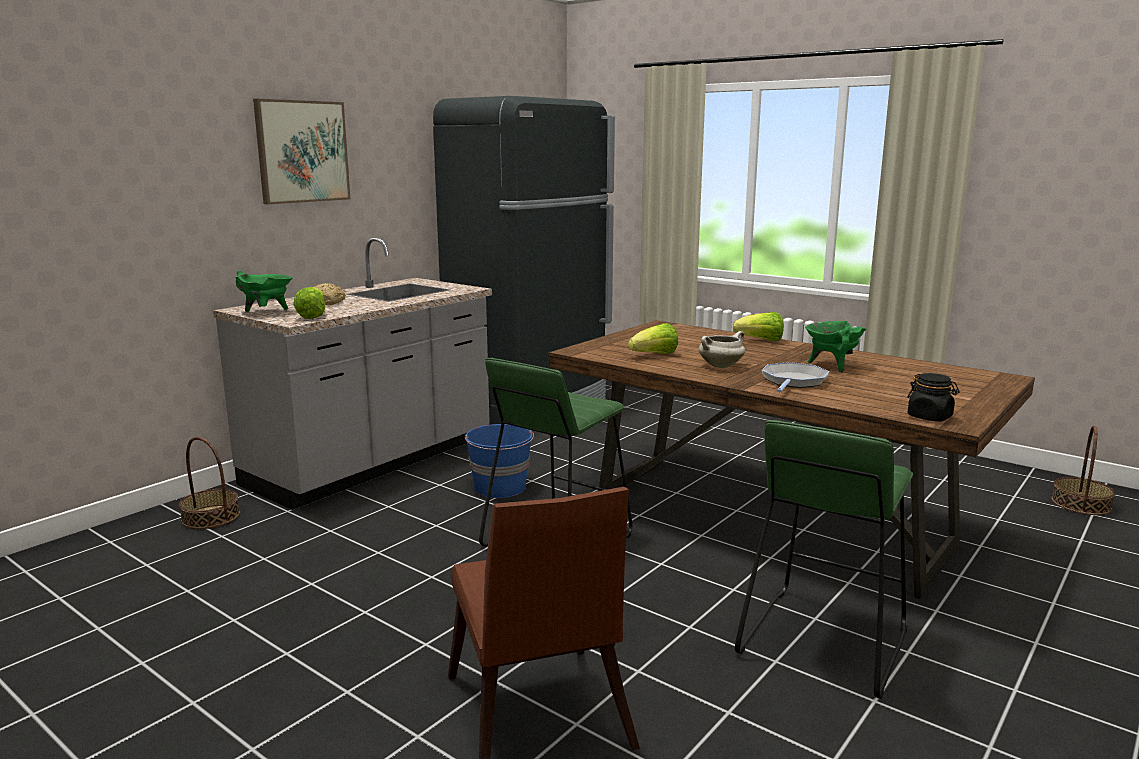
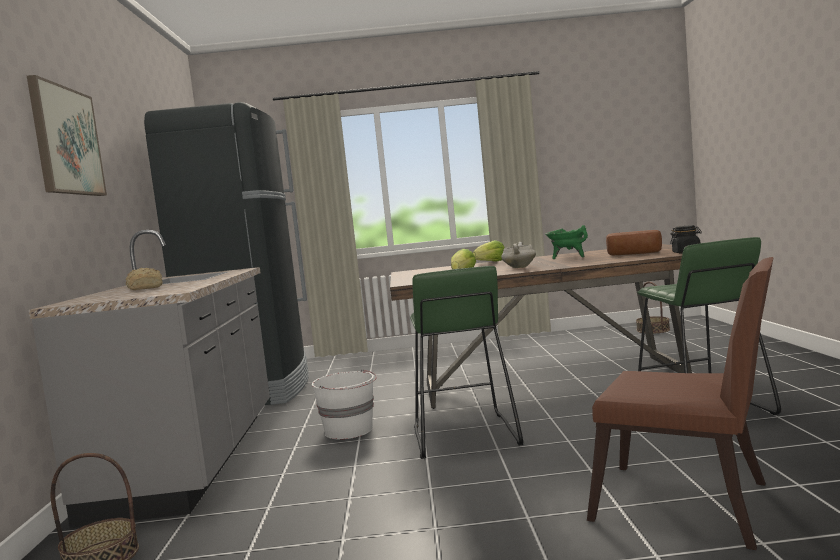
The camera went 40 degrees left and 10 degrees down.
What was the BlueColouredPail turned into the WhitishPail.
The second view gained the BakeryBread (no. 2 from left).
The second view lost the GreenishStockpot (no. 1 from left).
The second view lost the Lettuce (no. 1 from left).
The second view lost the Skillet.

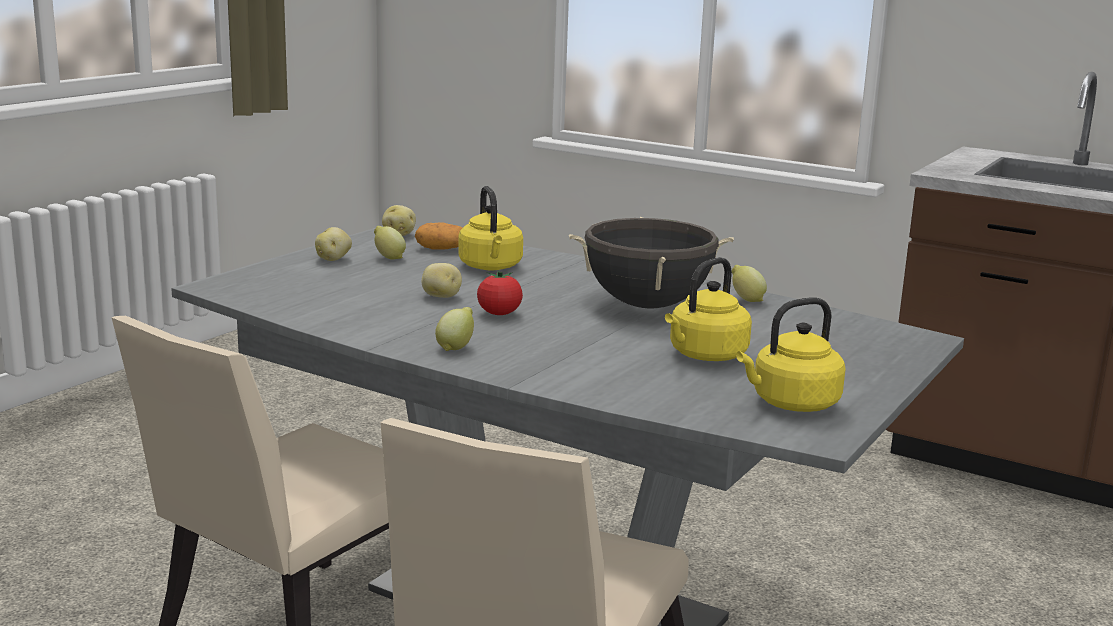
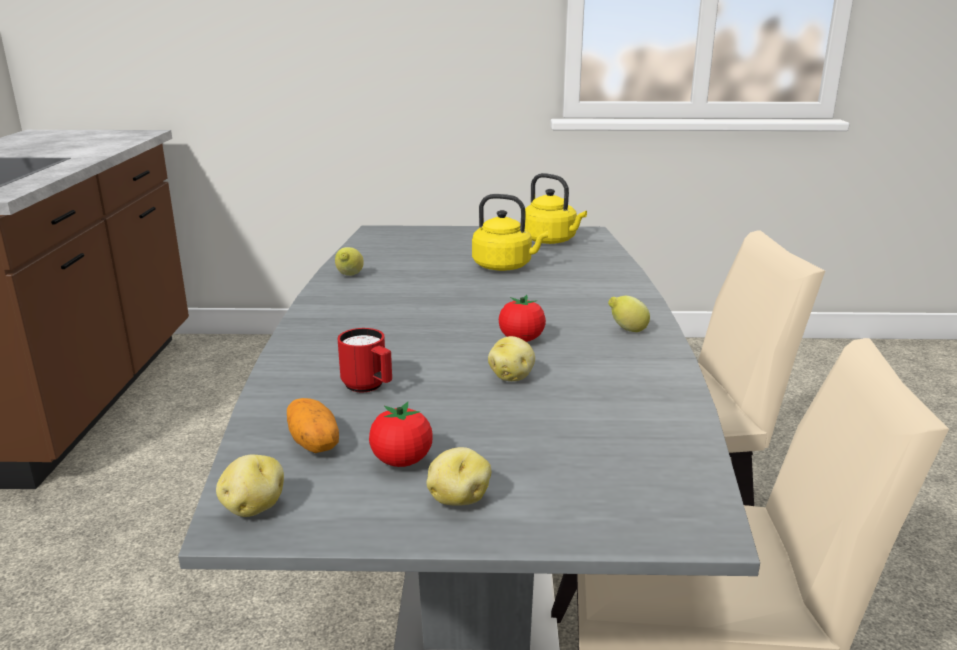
The camera went 120 degrees left and 5 degrees up.
Where the YellowishWaterKettle (no. 1 from left) stood, the ReddishCoffeeMug came to stand.
Where the Lemon (no. 1 from left) stood, the Tomato (no. 1 from left) came to stand.
The second view lost the BlackStockpot.

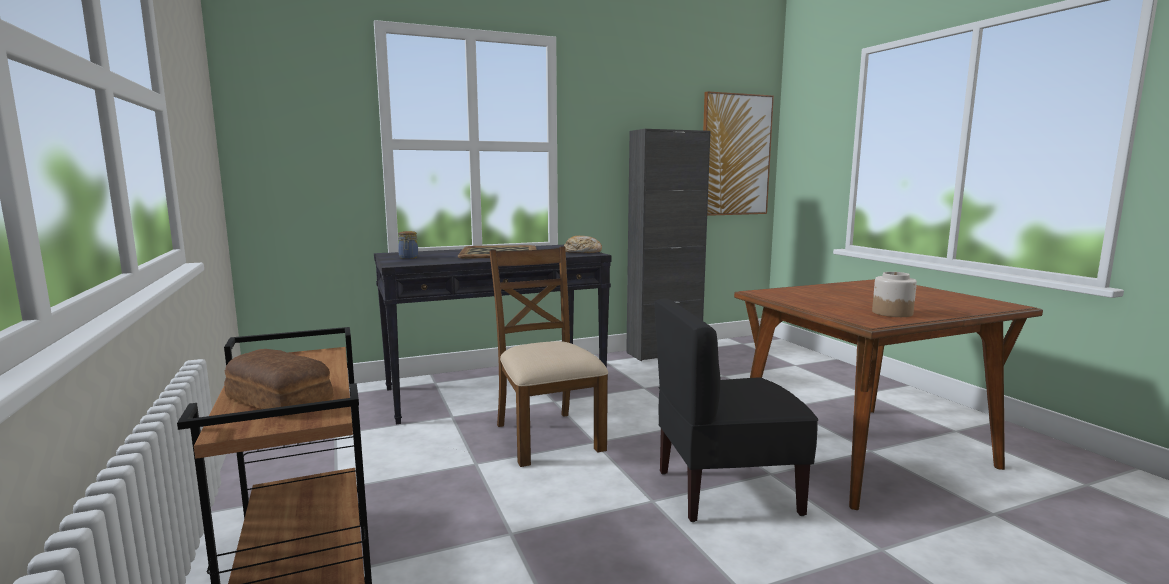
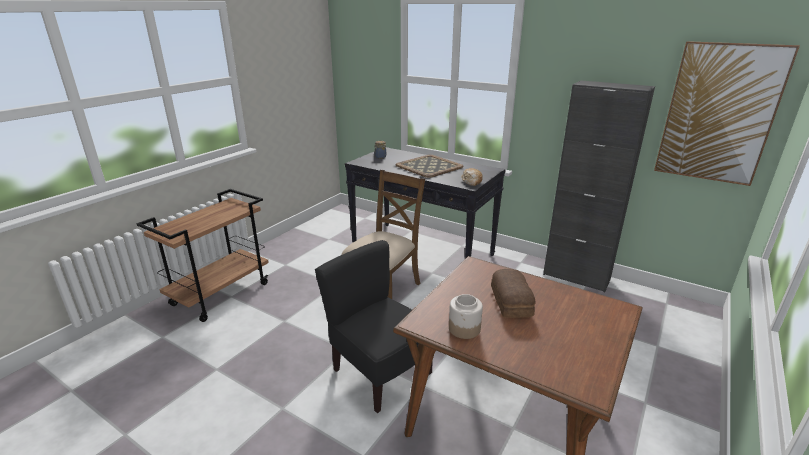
The camera went 55 degrees right and 15 degrees up.
The BakeryBread (no. 1 from left in the first image) ended up elsewhere.

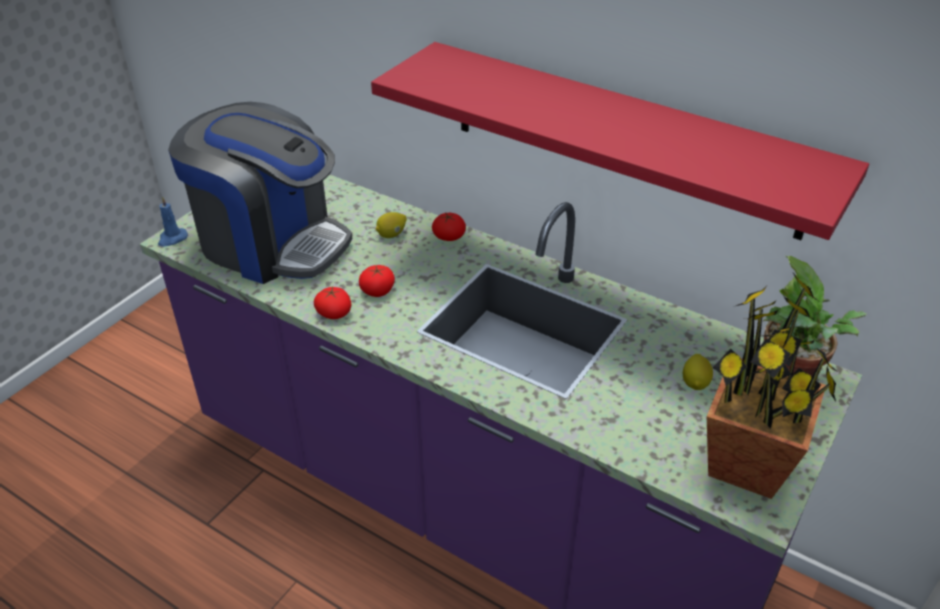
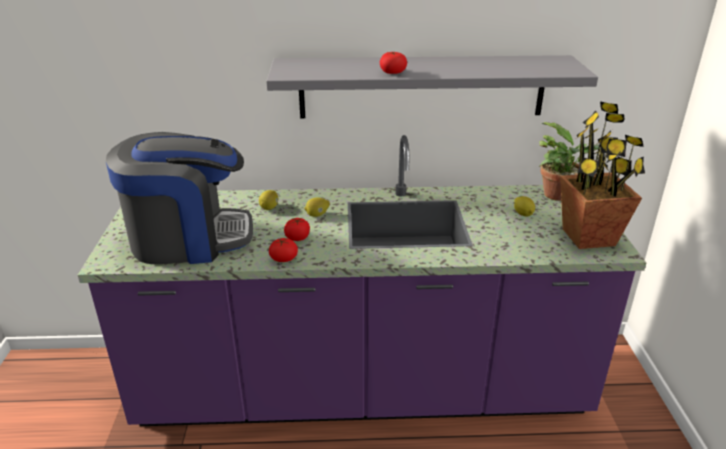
The camera went 35 degrees left and 10 degrees down.
What was the ReddishBracketShelf turned into the GreyBracketShelf.
The second view gained the Lemon (no. 2 from left).
The Tomato (no. 3 from left) ended up elsewhere.
The second view lost the BlueColouredWaxCandle.

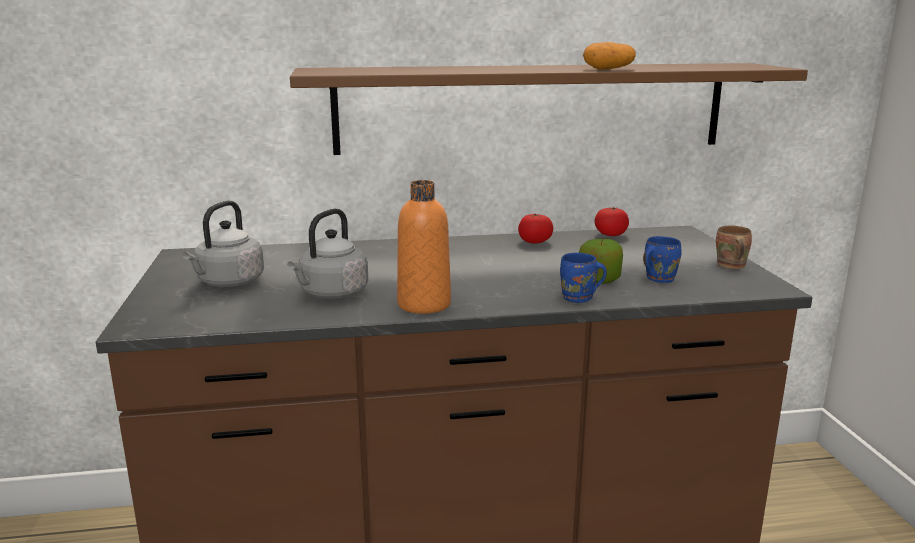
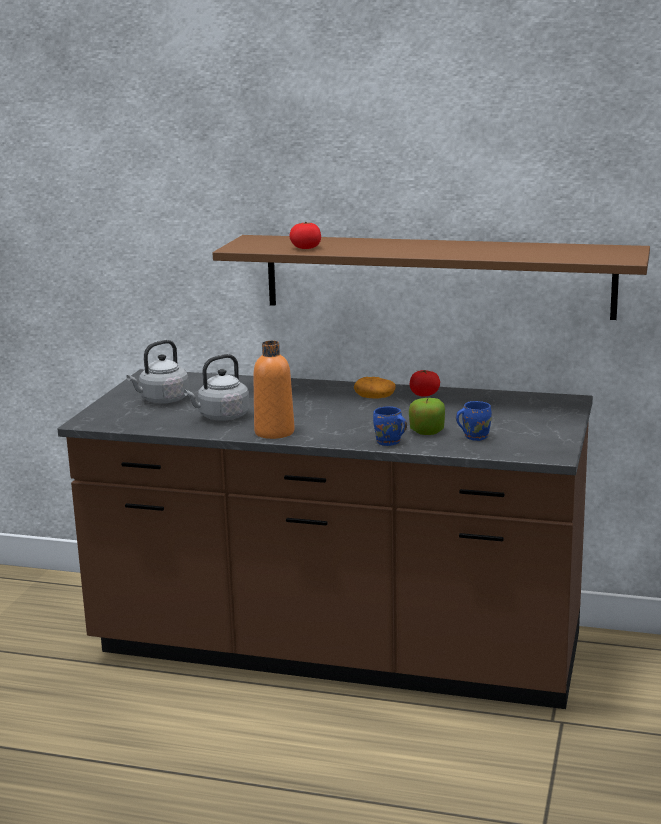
The camera went 25 degrees right and 0 degrees up.
The Tomato (no. 2 from left in the first image) ended up elsewhere.
The Potato ended up elsewhere.
The second view lost the BrownCoffeeMug.

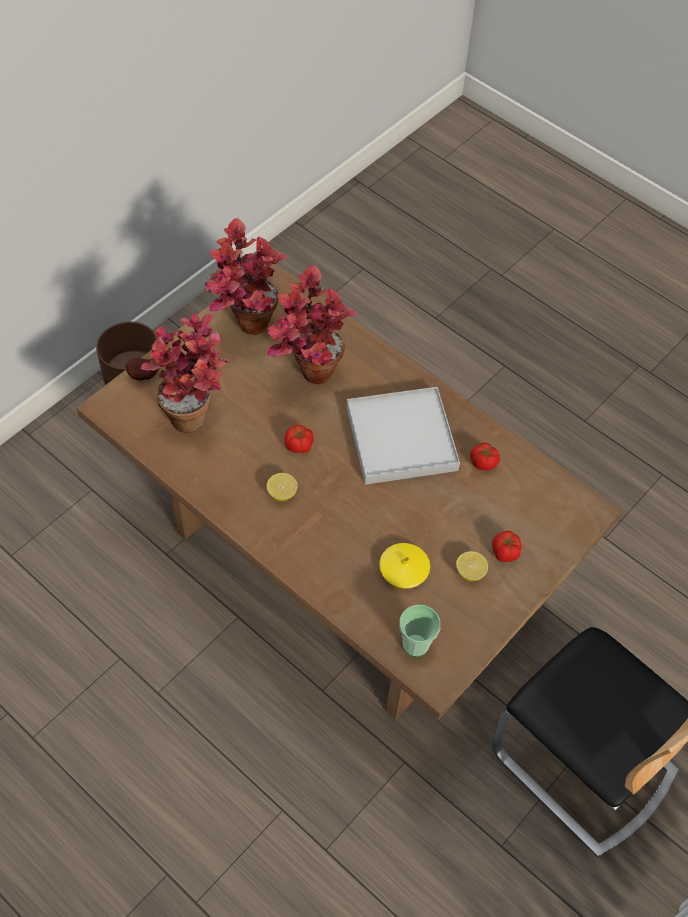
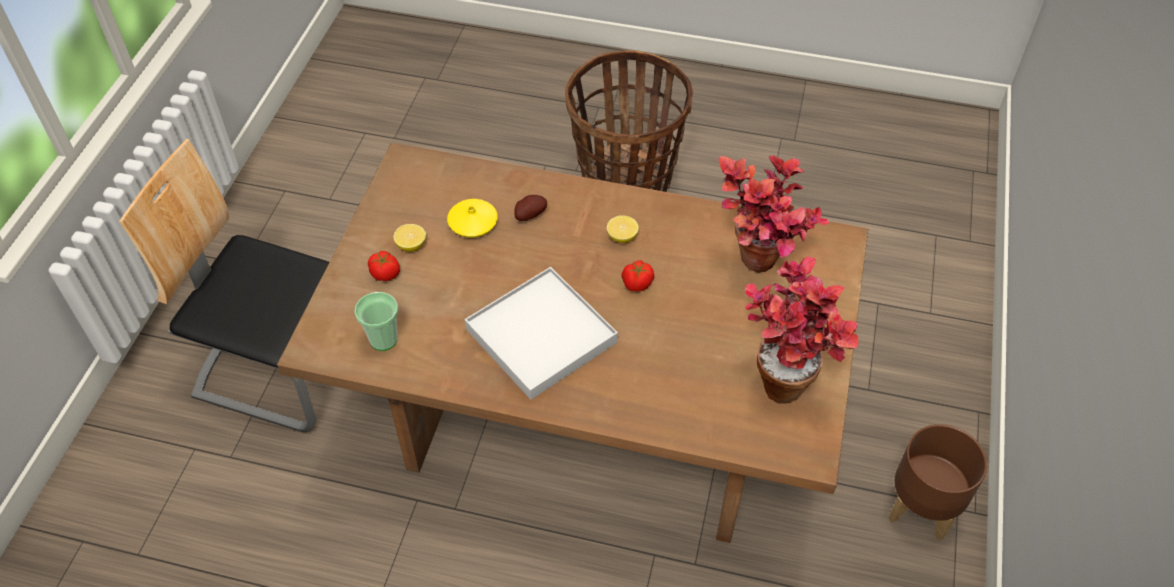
The camera went 155 degrees right and 5 degrees down.
The DrinkingCup ended up elsewhere.
The Potato ended up elsewhere.
The second view gained the StorageBasket.
The second view lost the Houseplant (no. 3 from left).
The second view lost the Tomato (no. 2 from left).

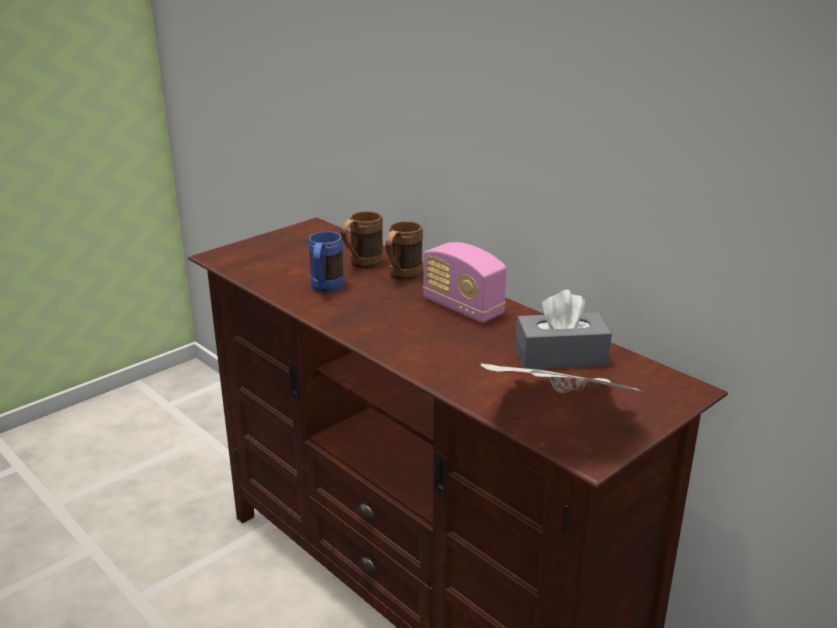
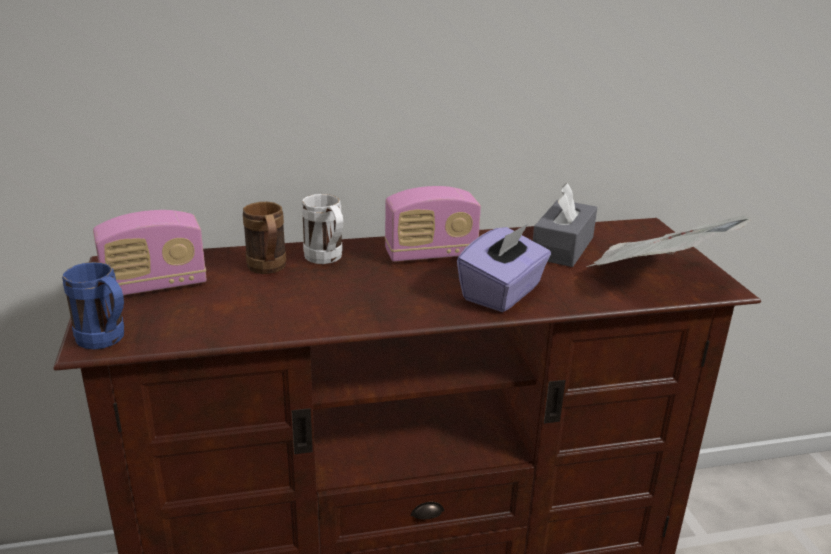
The camera went 60 degrees left and 0 degrees up.
The BlueColouredCoffeeMug ended up elsewhere.
The second view gained the RadioReceiver (no. 1 from left).
What was the BrownCoffeeMug (no. 2 from left) turned into the WhitishCoffeeMug.
The second view gained the PurpleColouredTissueBox.

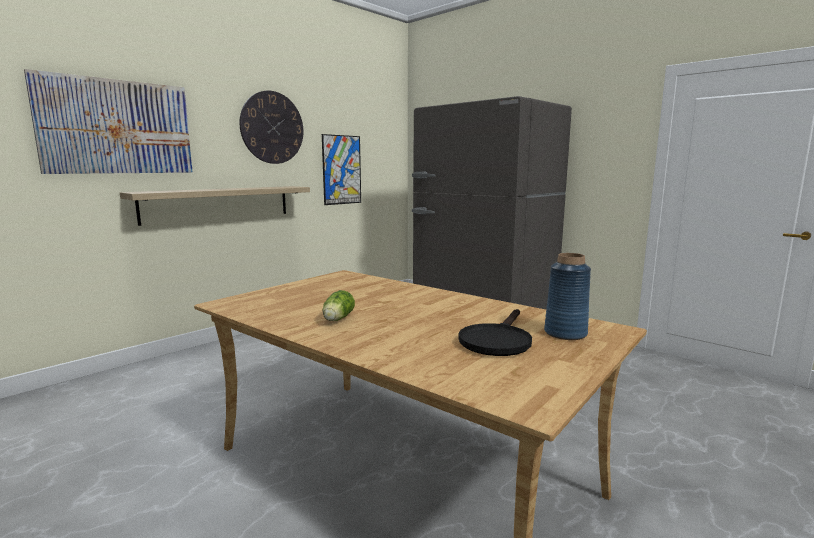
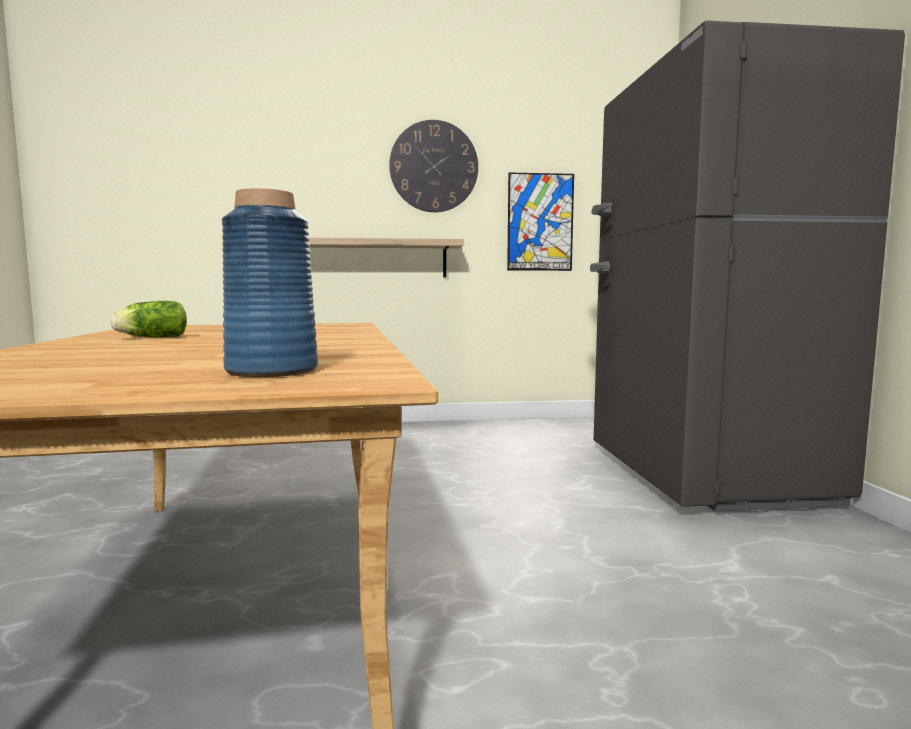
The camera went 40 degrees right and 5 degrees down.
The second view lost the WallArt (no. 1 from left).
The second view lost the BlackSkillet.

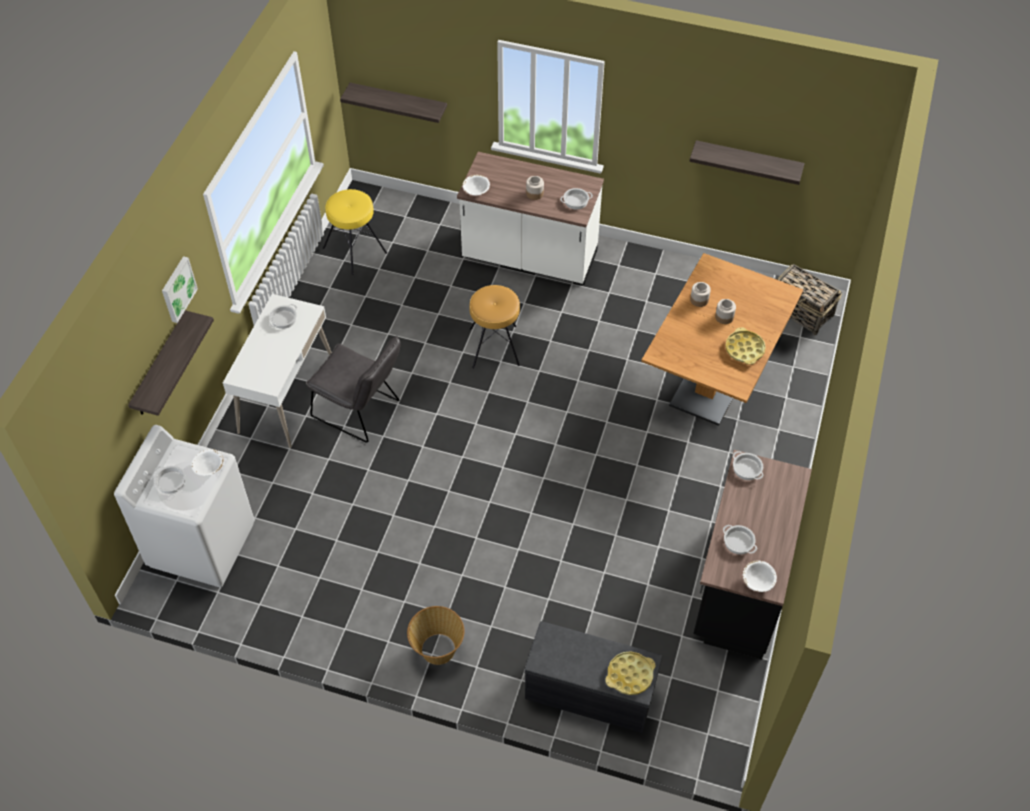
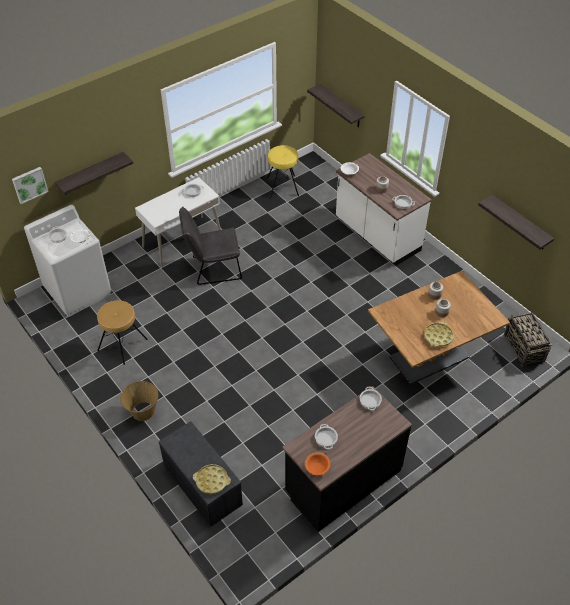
The camera went 35 degrees right and 5 degrees down.
The WallArt ended up elsewhere.
The BrownStool ended up elsewhere.
The GreyChair ended up facing another way, 105 degrees clockwise from before.
What was the WhitishServingBowl (no. 3 from left) turned into the OrangeServingBowl.

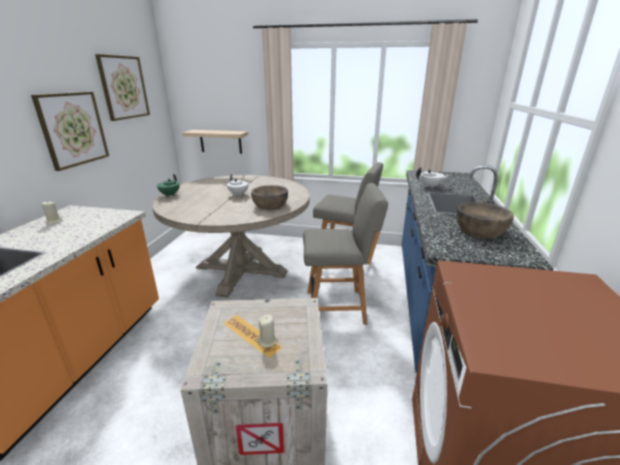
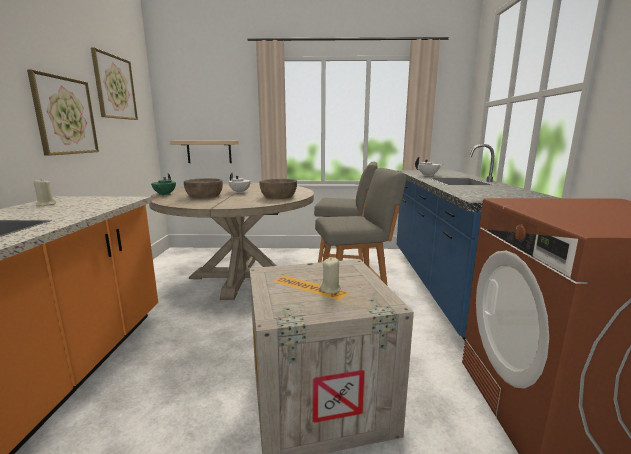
The camera went 10 degrees left and 10 degrees down.
The BrownServingBowl (no. 2 from left in the first image) ended up elsewhere.

